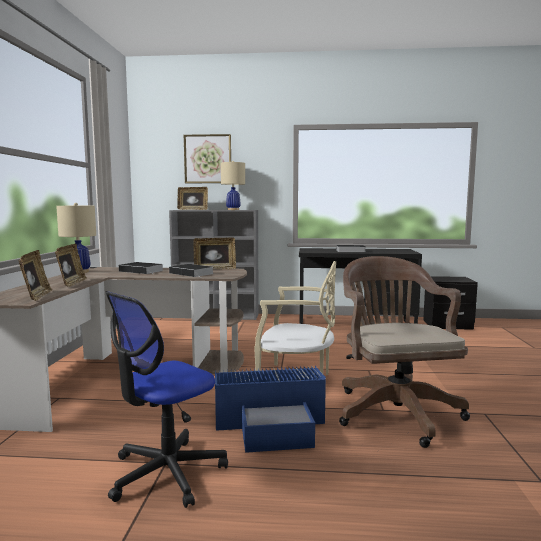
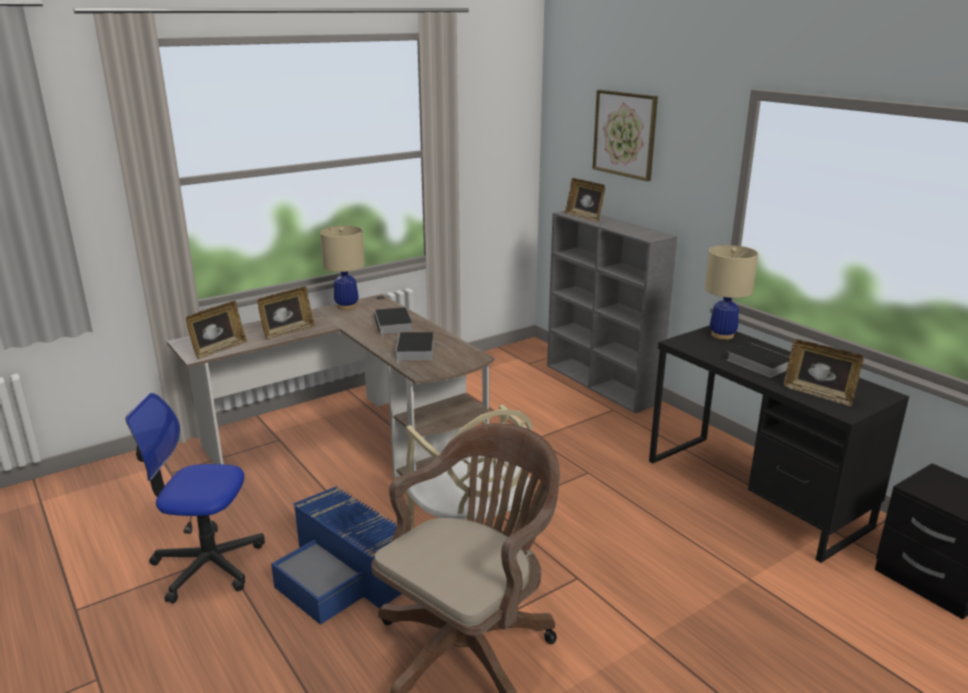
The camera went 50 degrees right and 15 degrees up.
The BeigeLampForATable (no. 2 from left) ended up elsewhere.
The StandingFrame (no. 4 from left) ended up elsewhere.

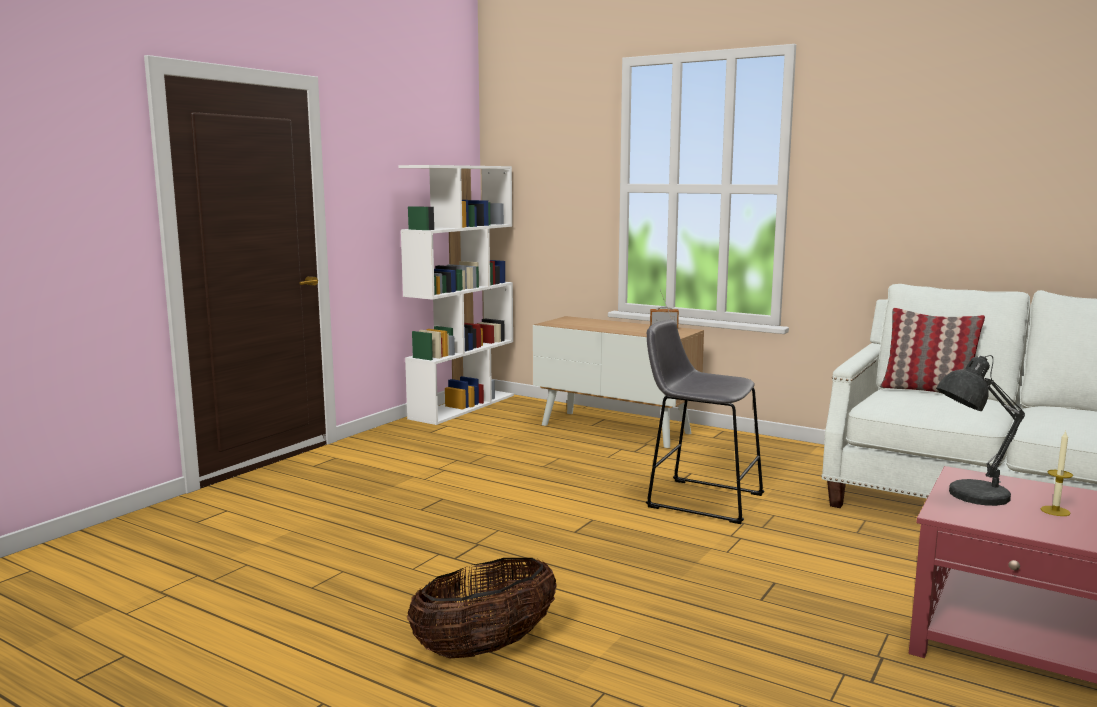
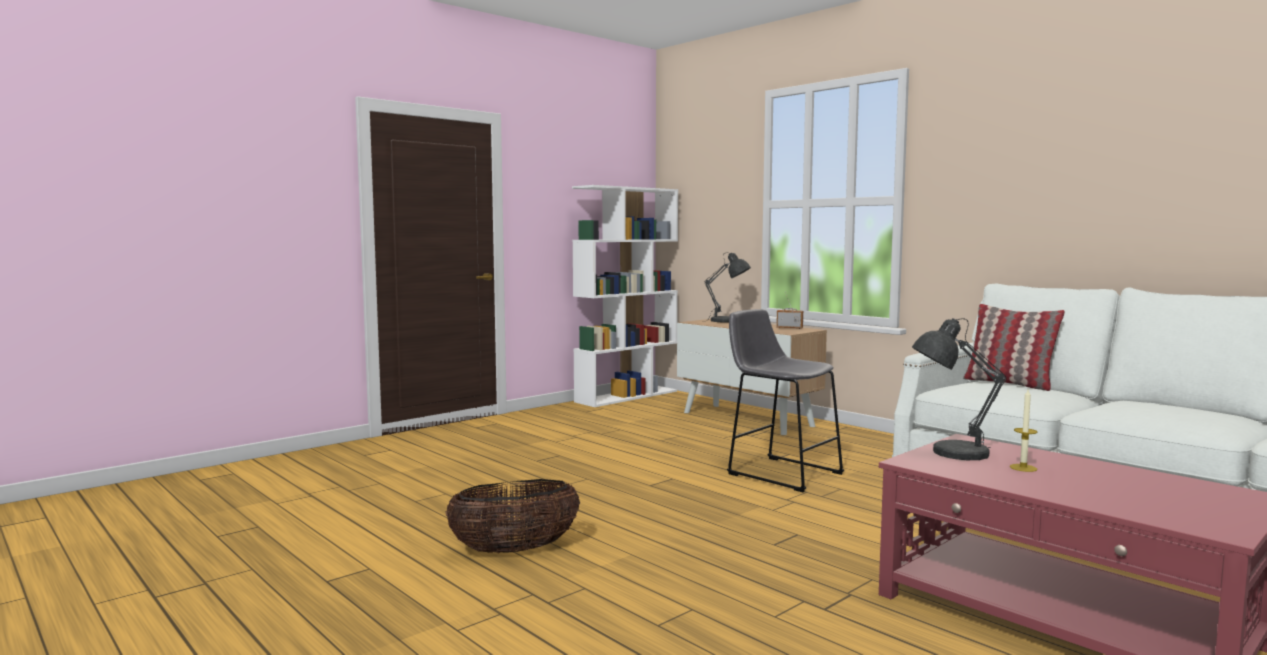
The camera went 15 degrees right and 5 degrees down.
The second view gained the GreyLampForATable (no. 1 from left).

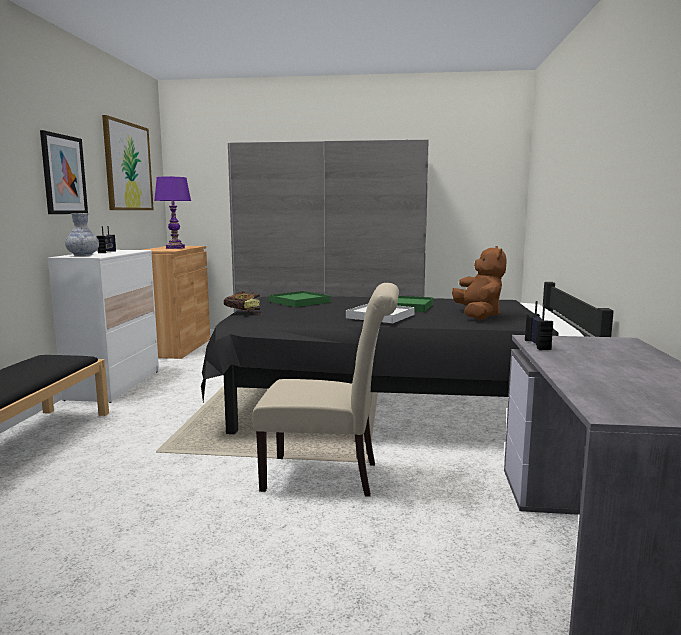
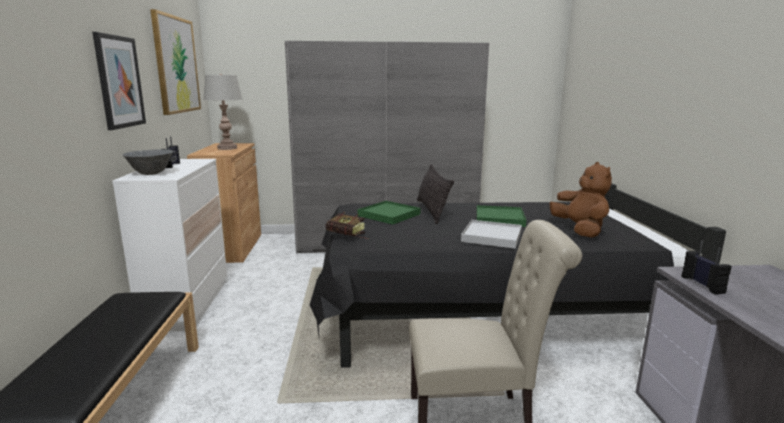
The camera went 10 degrees left and 5 degrees up.
Where the DecorativeVase stood, the GreyServingBowl came to stand.
What was the PurpleColouredLampForATable turned into the GreyLampForATable.
The second view gained the ThrowPillow.

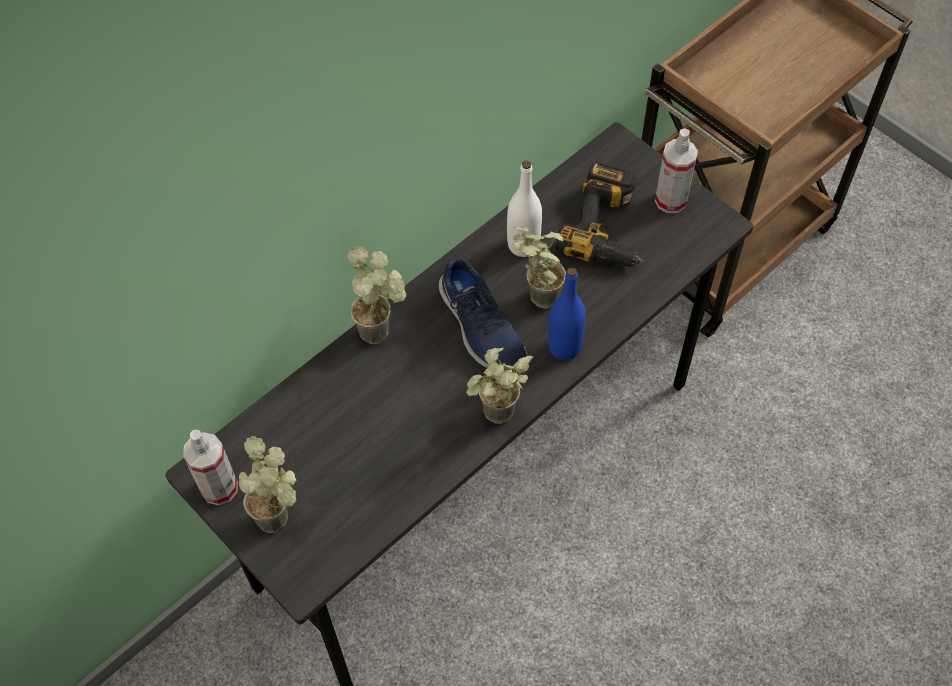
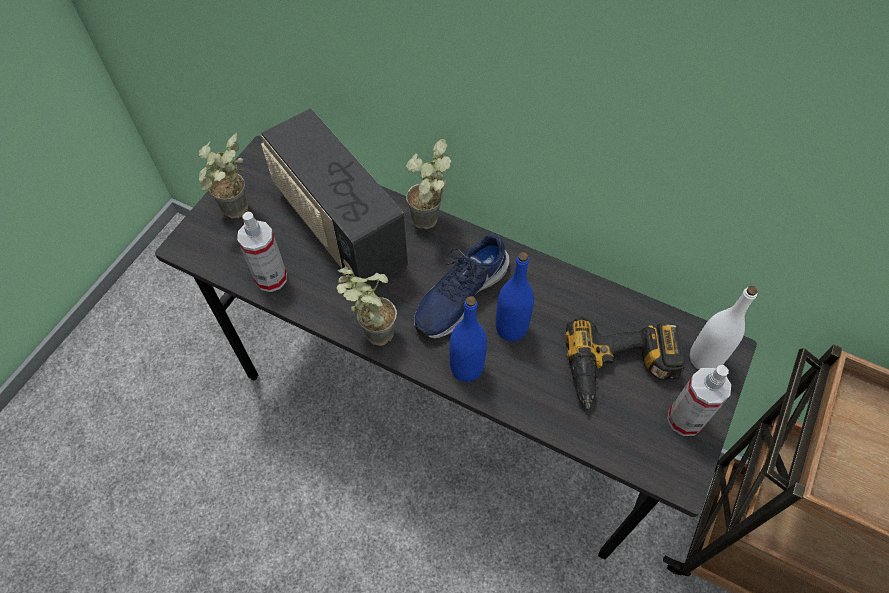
The camera went 70 degrees right and 0 degrees up.
The SprayBottle (no. 1 from left) ended up elsewhere.
The second view gained the RadioReceiver.
Where the Houseplant (no. 4 from left) stood, the BlueColouredDrinkBottle (no. 2 from left) came to stand.
The WhitishDrinkBottle ended up elsewhere.

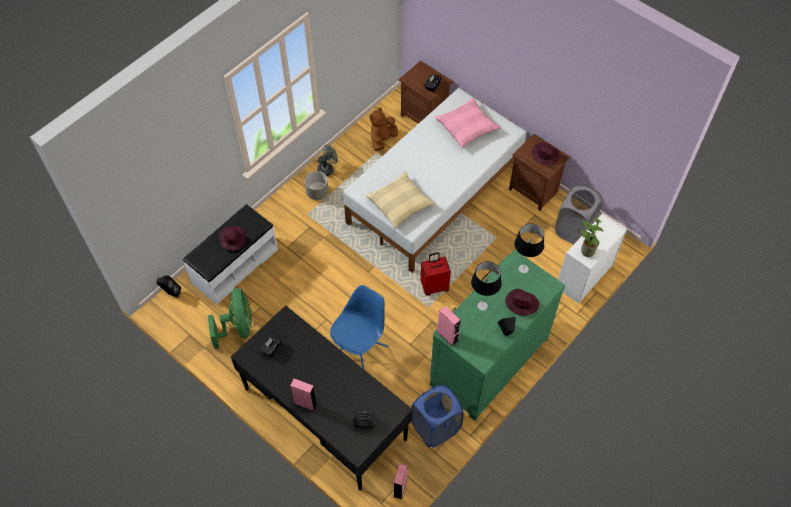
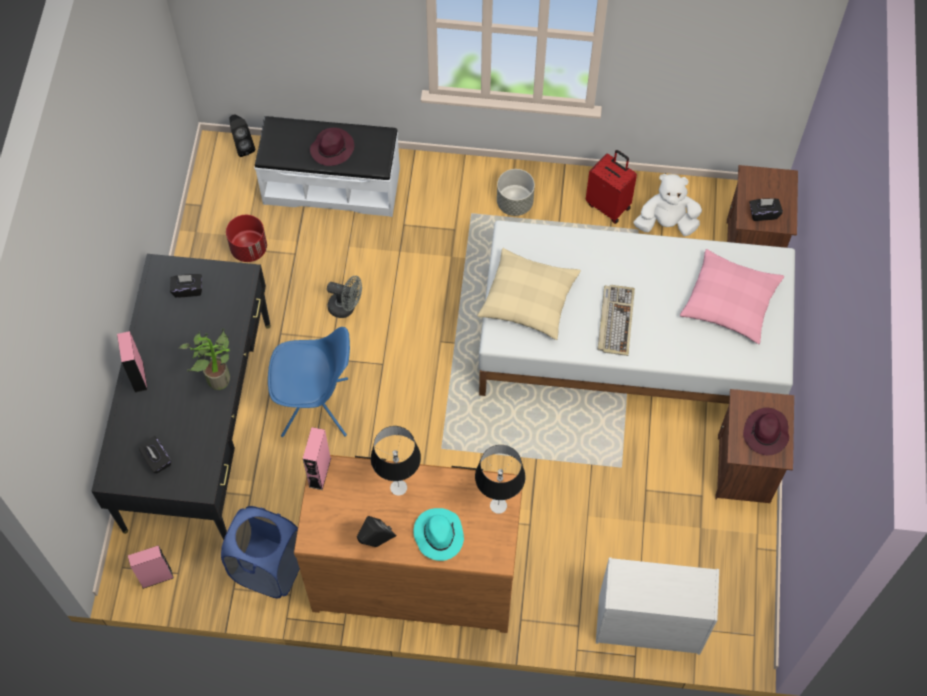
The camera went 55 degrees right and 5 degrees up.
The Houseplant ended up elsewhere.
Where the GreenishCoolingFan stood, the ReddishPlanter came to stand.
What was the GreenishDresser turned into the BrownDresser.
The GreyCoolingFan ended up elsewhere.
What was the PurpleColouredHat (no. 2 from left) turned into the TurquoiseColouredHat.
The ReddishSuitcase ended up elsewhere.
The second view gained the Keyboard.
What was the BrownCuddlyToy turned into the WhitishCuddlyToy.
The second view lost the GreyWashingBasket.

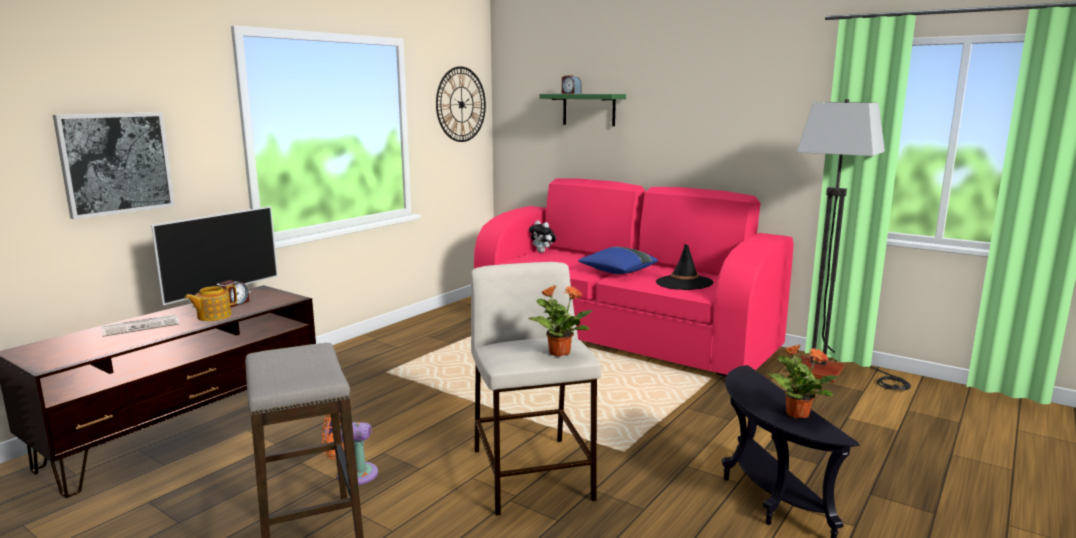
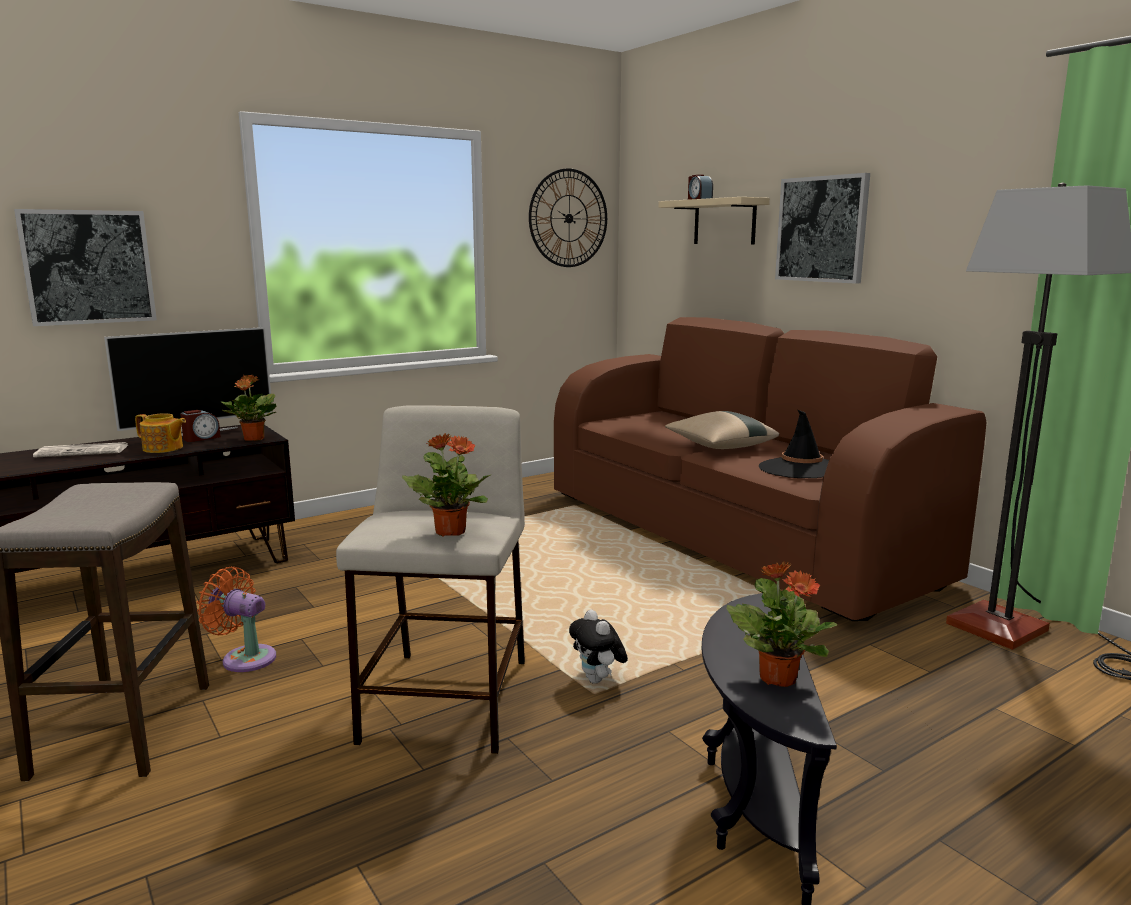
The camera went 20 degrees right and 0 degrees up.
The Teapot ended up facing another way, 135 degrees counterclockwise from before.
The second view gained the Houseplant (no. 1 from left).
What was the PinkishCouch turned into the BrownCouch.
The CuddlyToy ended up elsewhere.
What was the GreenishBracketShelf turned into the BeigeBracketShelf.
What was the BlueColouredThrowPillow turned into the BeigeThrowPillow.
The second view gained the WallArt (no. 2 from left).

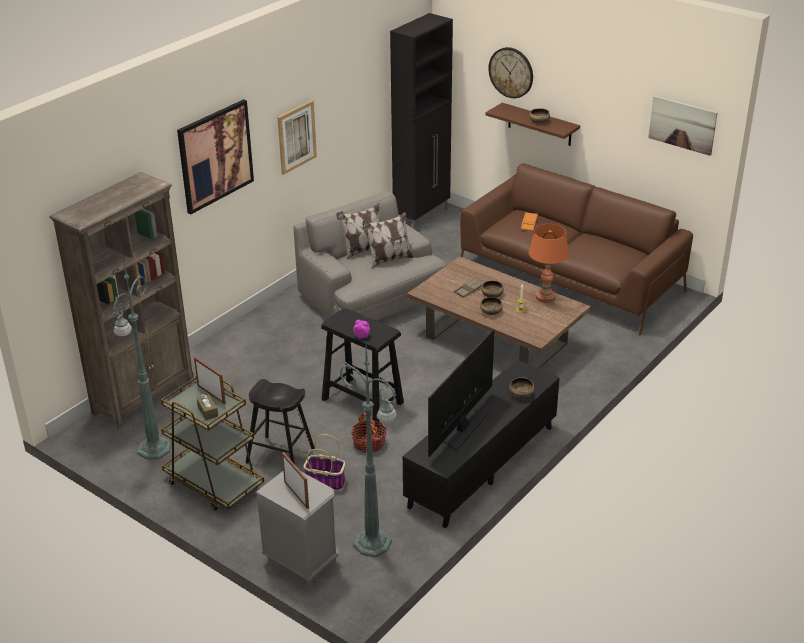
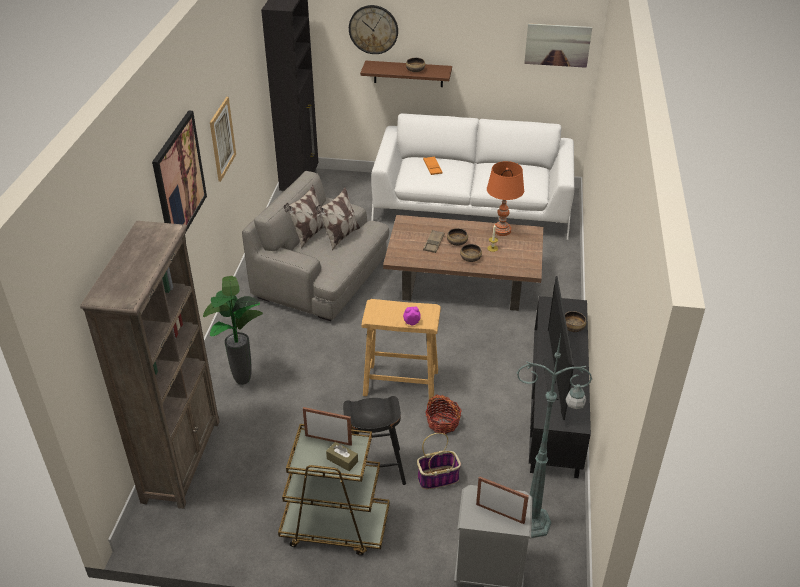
The camera went 30 degrees left and 5 degrees up.
The second view gained the Houseplant.
What was the BlackStool (no. 2 from left) turned into the BeigeStool.
What was the BrownCouch turned into the WhitishCouch.
The second view lost the GreenishStandingLamp (no. 1 from left).

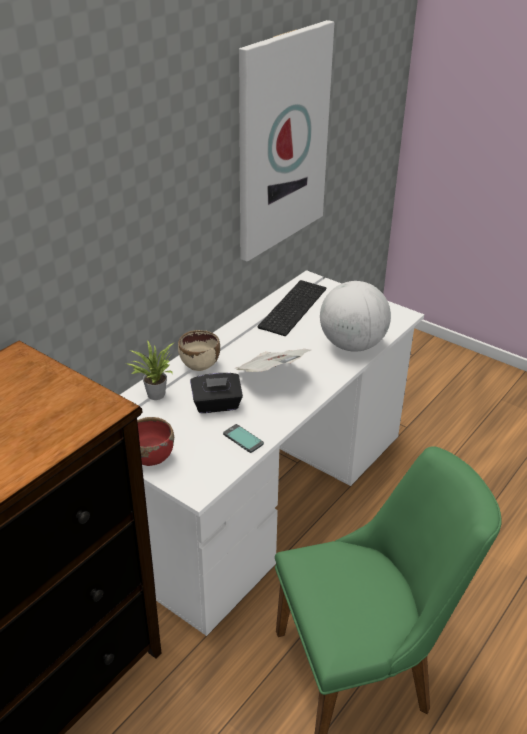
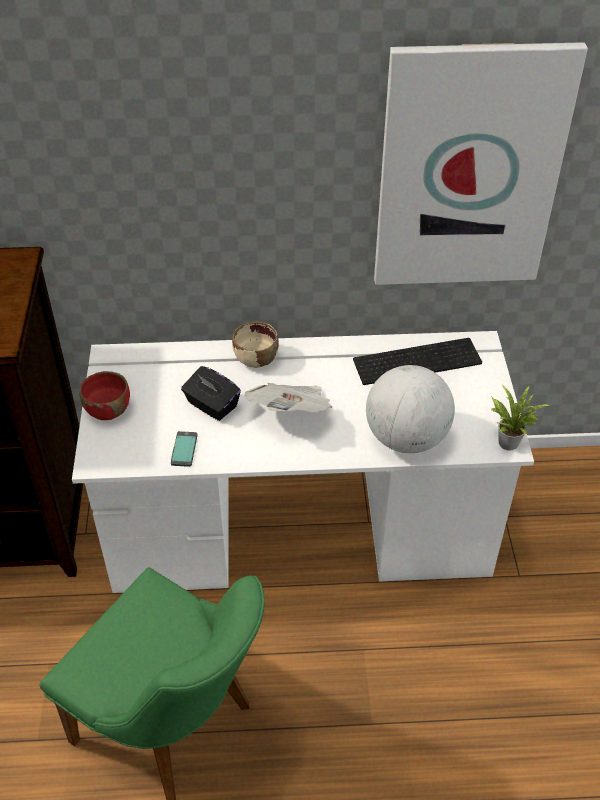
The camera went 50 degrees right and 10 degrees up.
The Houseplant ended up elsewhere.

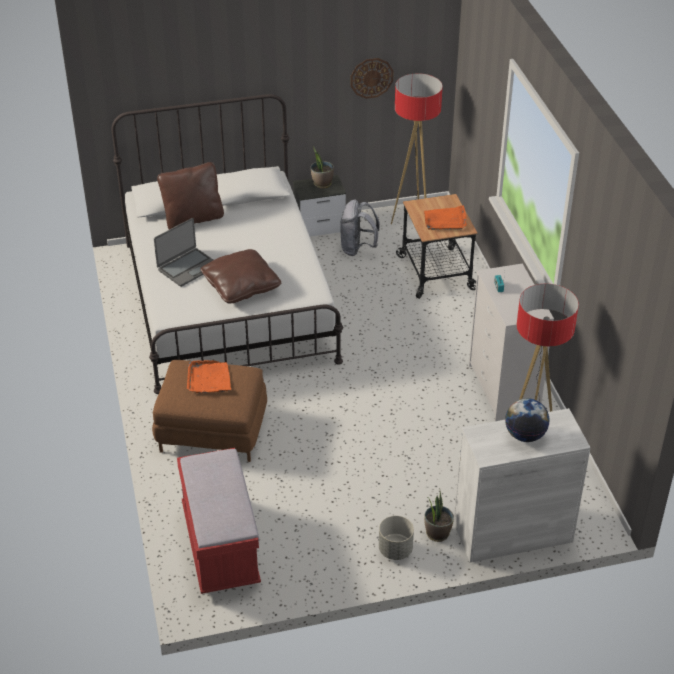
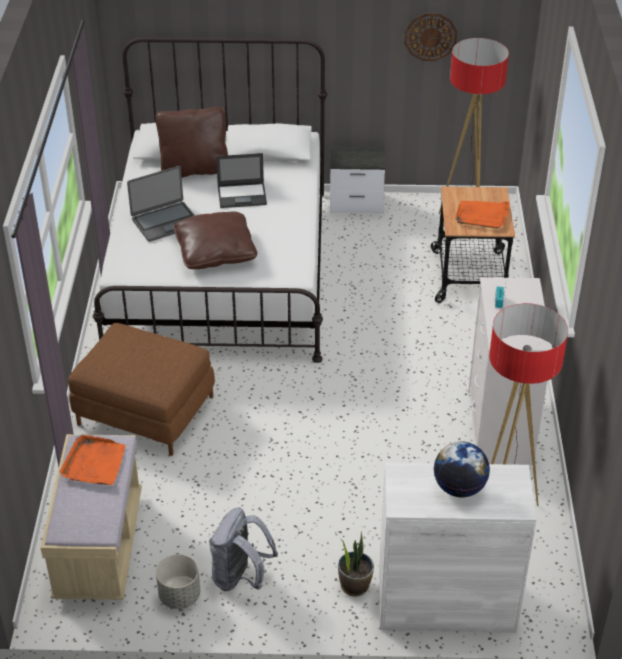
The camera went 15 degrees right and 0 degrees up.
What was the ReddishBench turned into the BeigeBench.
The OrangeServingTray (no. 1 from left) ended up elsewhere.
The GreyPlanter ended up elsewhere.
The GreyRucksack ended up elsewhere.
The second view gained the Laptop (no. 2 from left).
The second view lost the Houseplant (no. 1 from left).

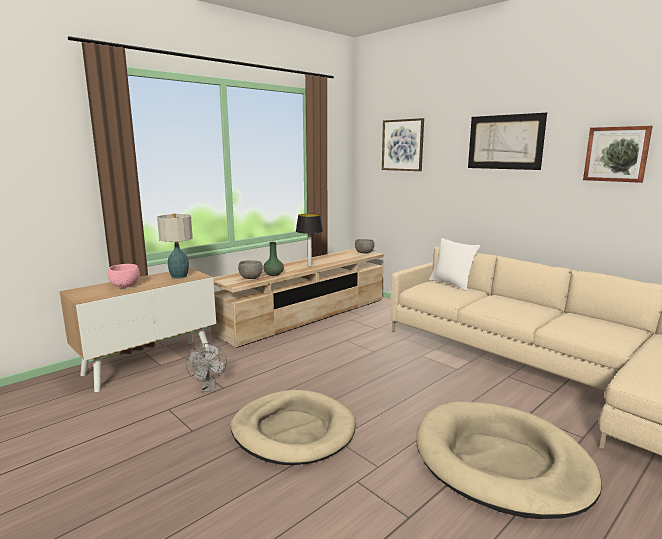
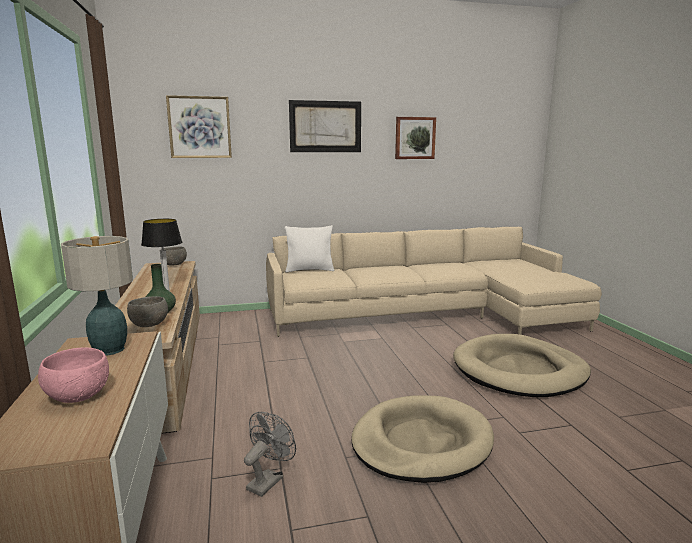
The camera went 60 degrees left and 0 degrees up.
The GreyCoolingFan ended up facing another way, 75 degrees counterclockwise from before.

